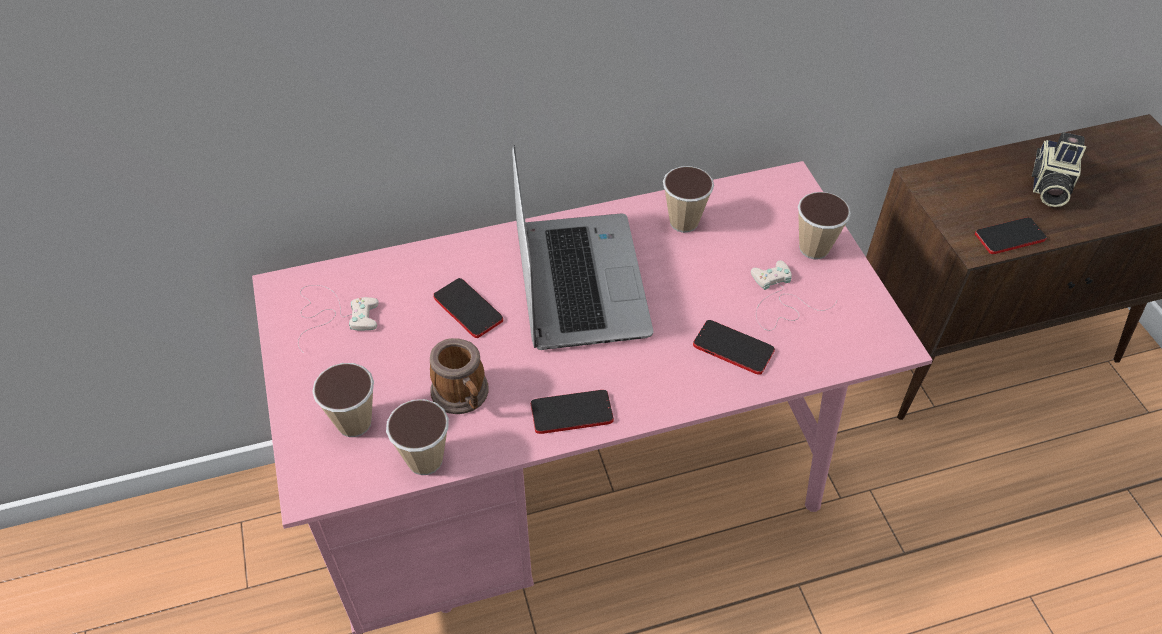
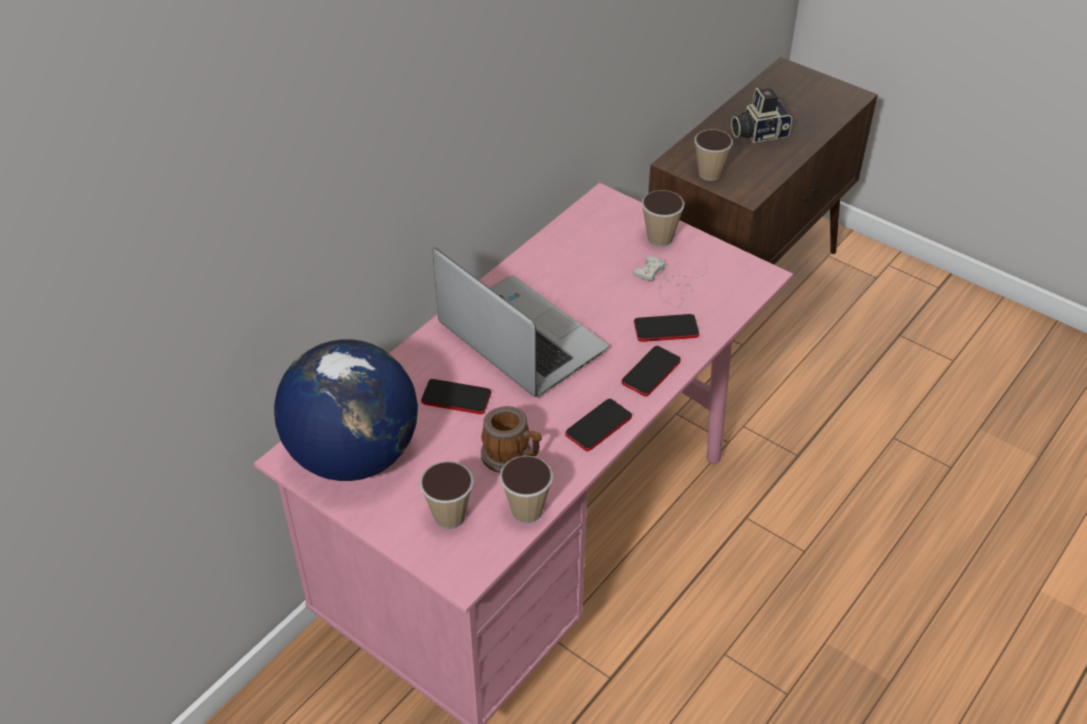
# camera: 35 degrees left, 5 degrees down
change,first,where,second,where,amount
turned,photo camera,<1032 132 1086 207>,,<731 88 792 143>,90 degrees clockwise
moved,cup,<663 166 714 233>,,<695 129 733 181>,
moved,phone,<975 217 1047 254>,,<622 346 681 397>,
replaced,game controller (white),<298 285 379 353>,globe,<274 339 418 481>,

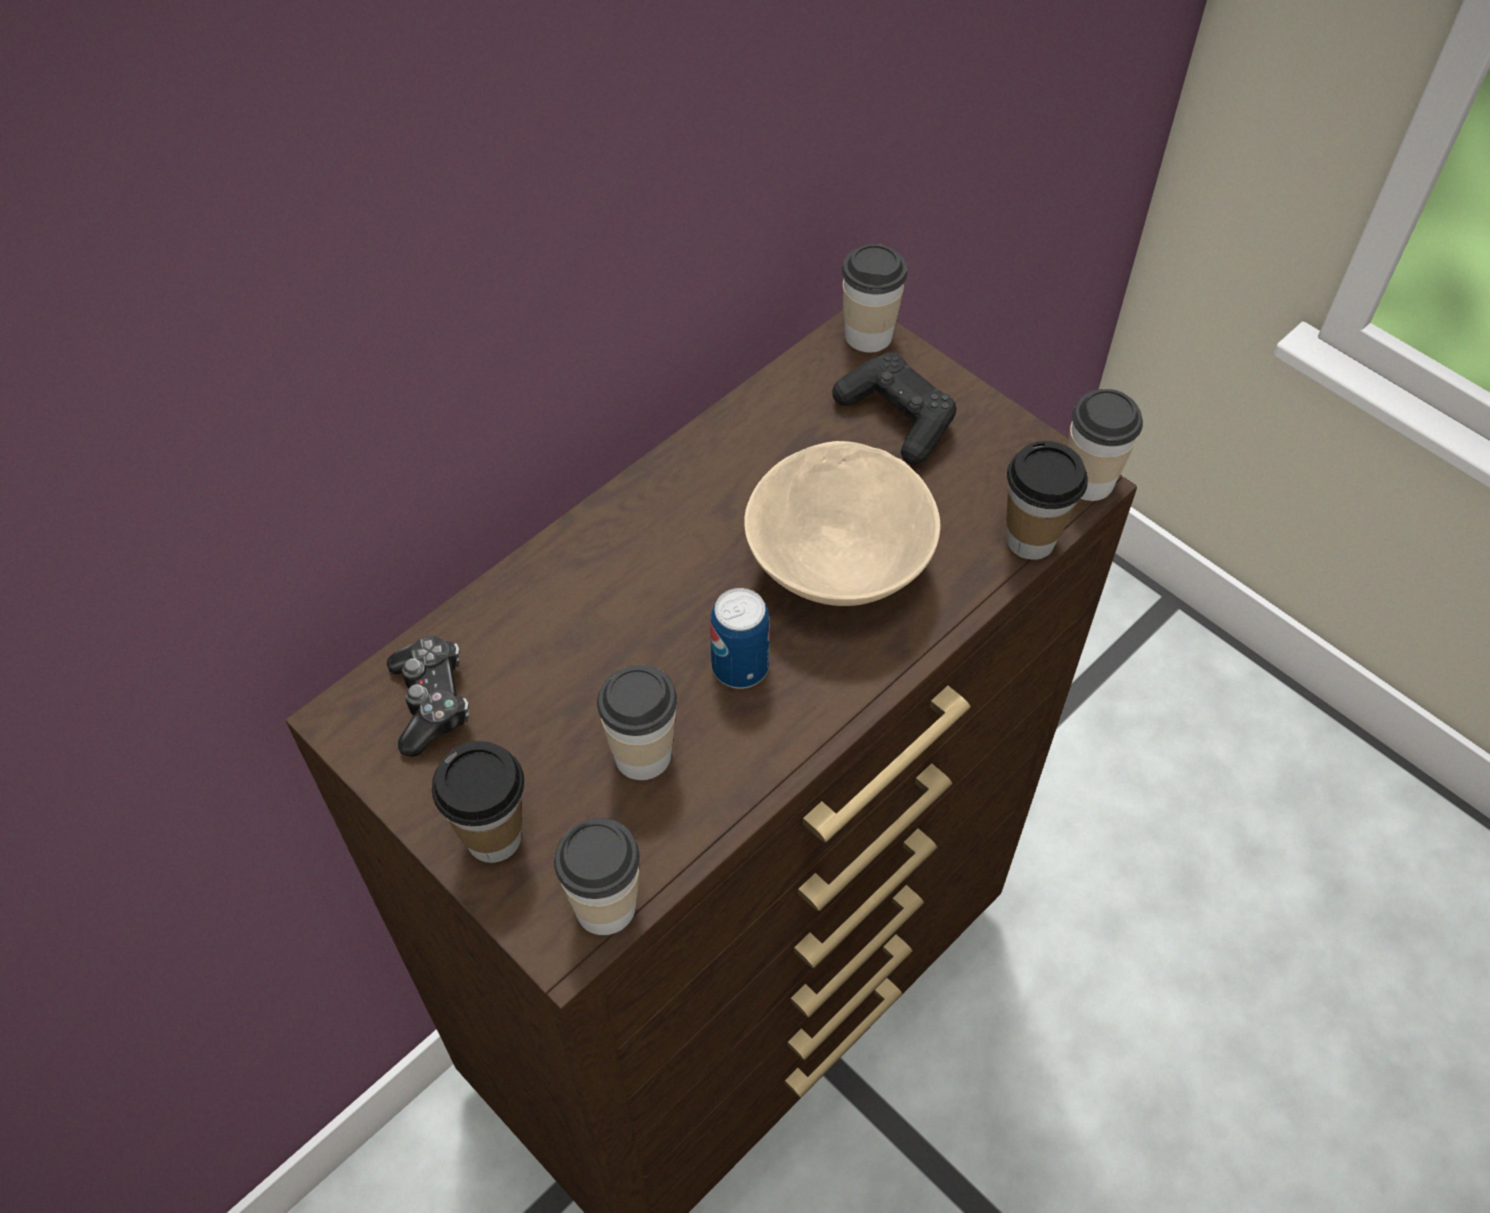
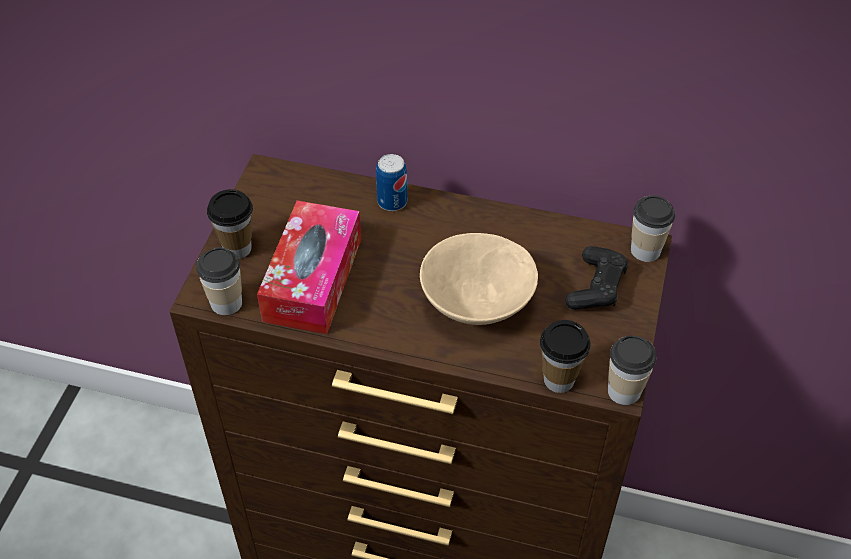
# camera: 60 degrees right, 5 degrees down
change,first,where,second,where,amount
moved,can,<710 588 770 689>,,<376 154 407 211>,
removed,game controller,<387 636 469 757>,,,
replaced,cup,<597 665 677 780>,tissue box,<257 200 361 334>,

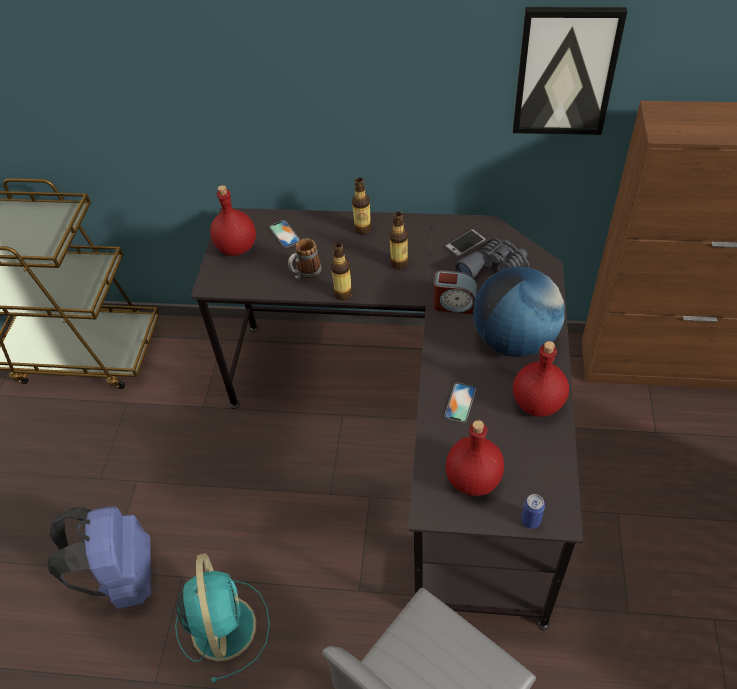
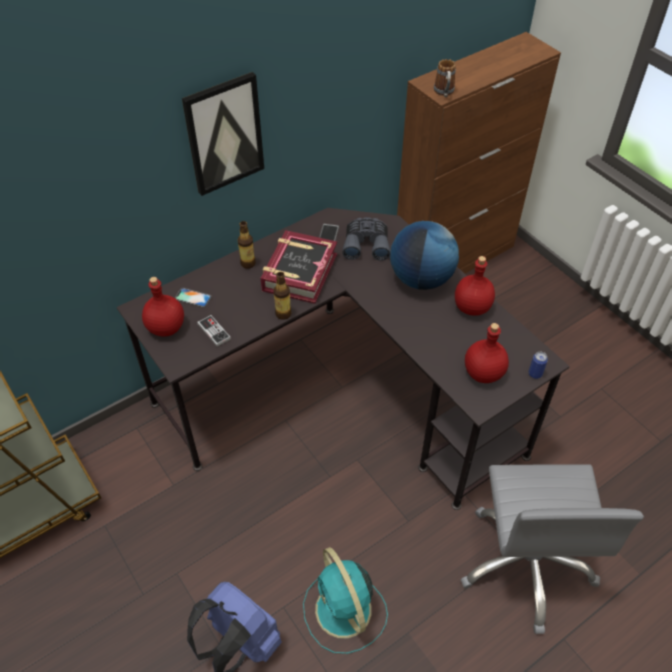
# camera: 45 degrees left, 0 degrees up
change,first,where,second,where,amount
moved,picture,<513 7 627 135>,,<182 72 264 196>,
replaced,bottle,<389 212 409 270>,book,<261 230 337 304>,
moved,mug,<288 238 322 280>,,<434 59 456 97>,
removed,alarm clock,<433 270 477 314>,,,
removed,phone,<444 382 476 423>,,,
turned,fan (turquoise),<175 553 270 683>,,<303 547 388 654>,150 degrees counterclockwise
added,,,game controller,<197 315 231 347>,

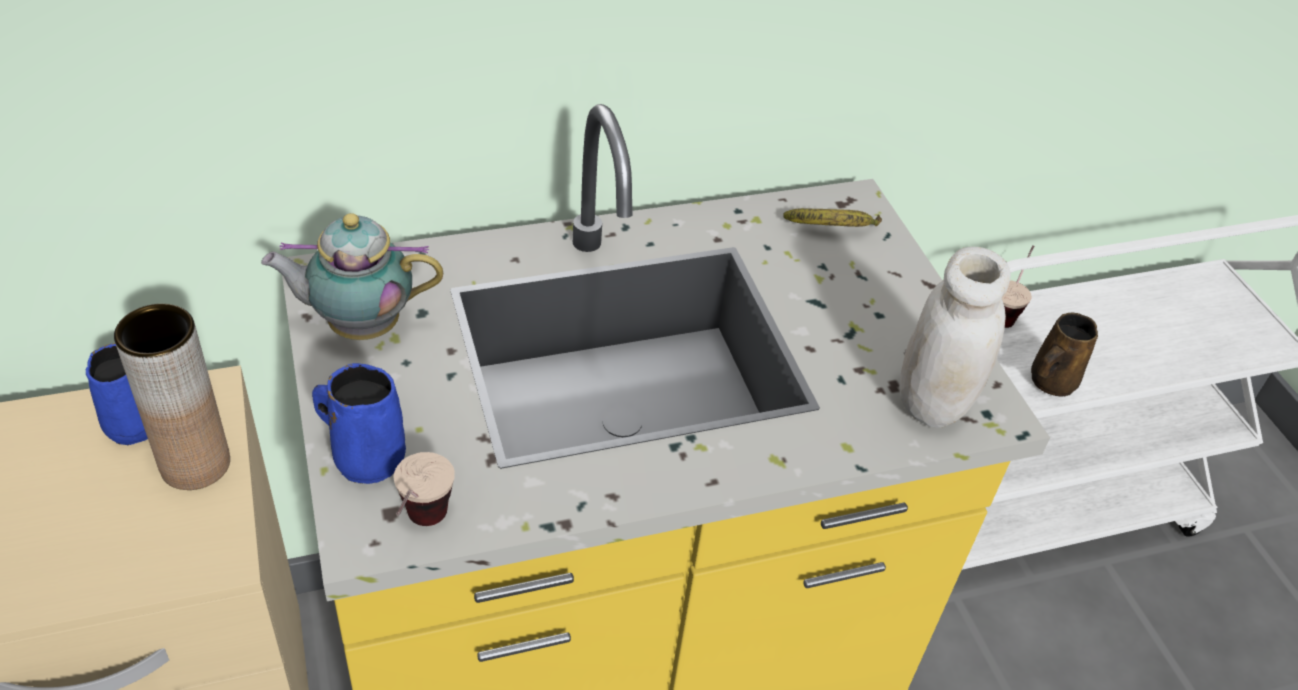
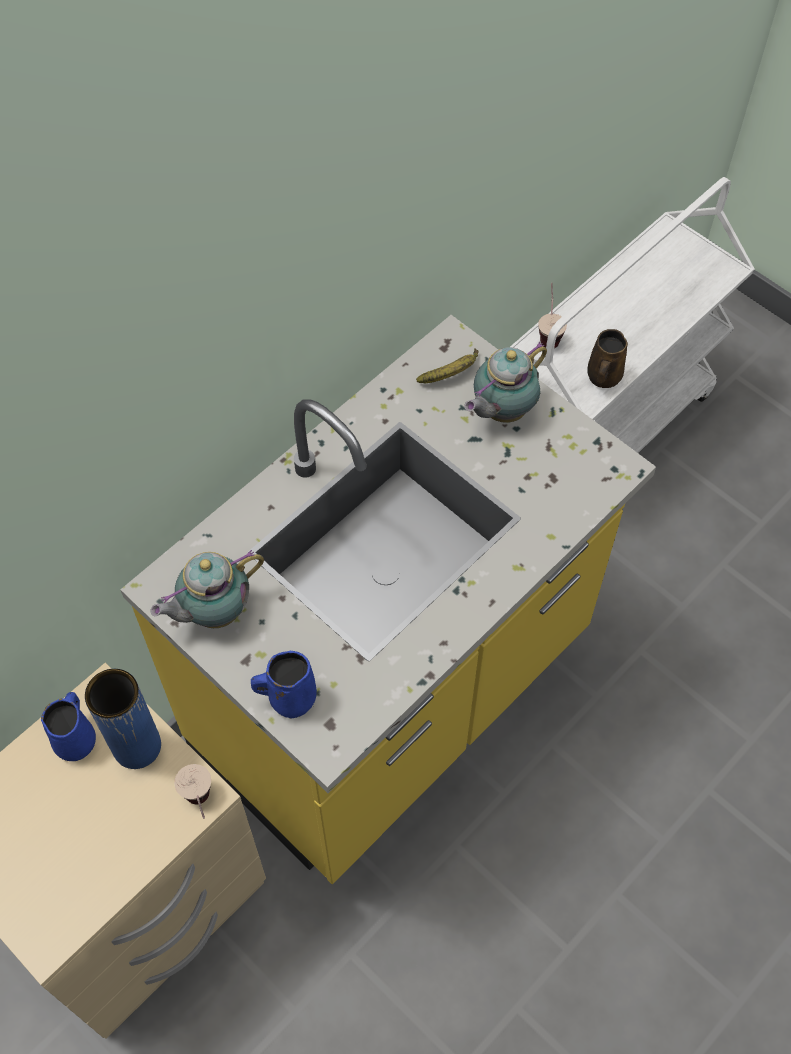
# camera: 25 degrees left, 15 degrees up
change,first,where,second,where,amount
removed,jar (white),<899 247 1011 428>,,,
recoloured,vase (brown),<114 304 230 490>,vase (blue),<85 669 161 769>,
moved,cup,<393 452 455 526>,,<175 764 211 819>,
added,,,teapot,<464 342 547 423>,

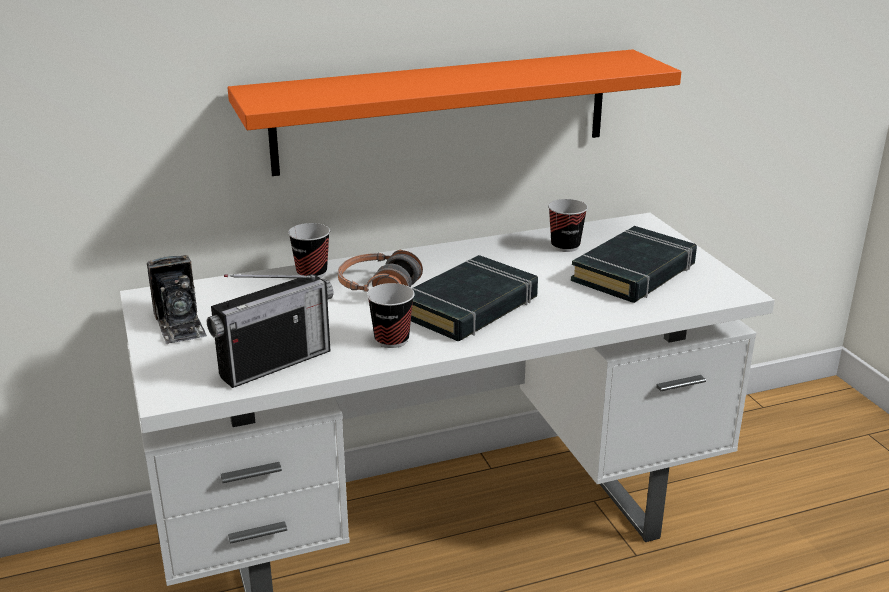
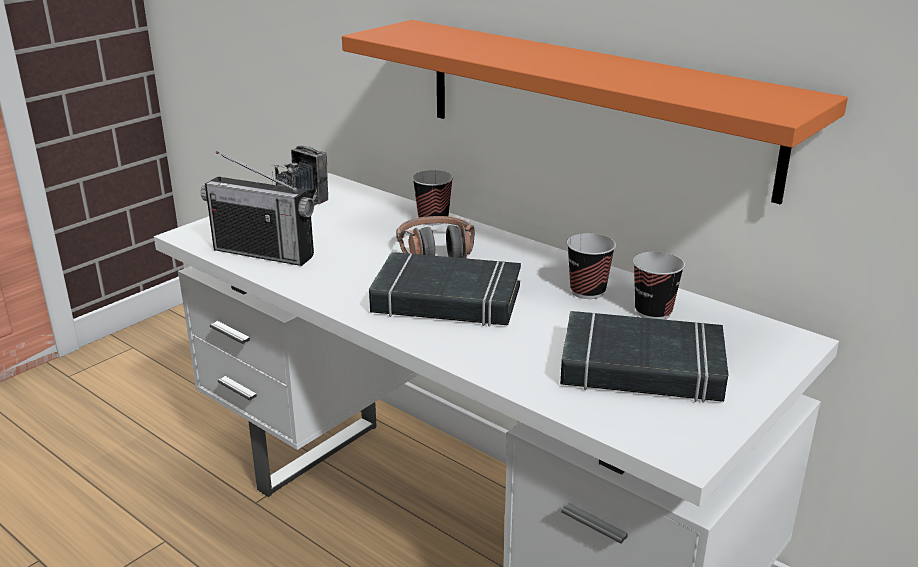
# camera: 60 degrees right, 0 degrees up
change,first,where,second,where,amount
moved,cup,<367 283 415 348>,,<567 233 616 299>,

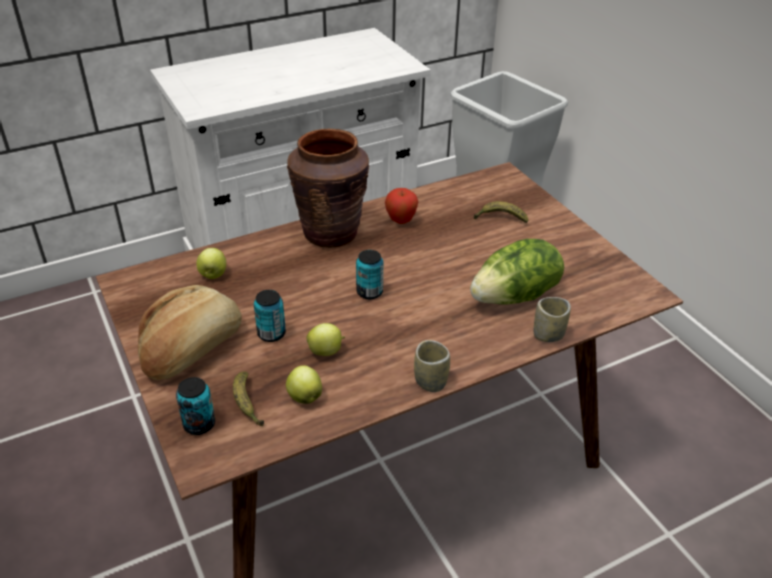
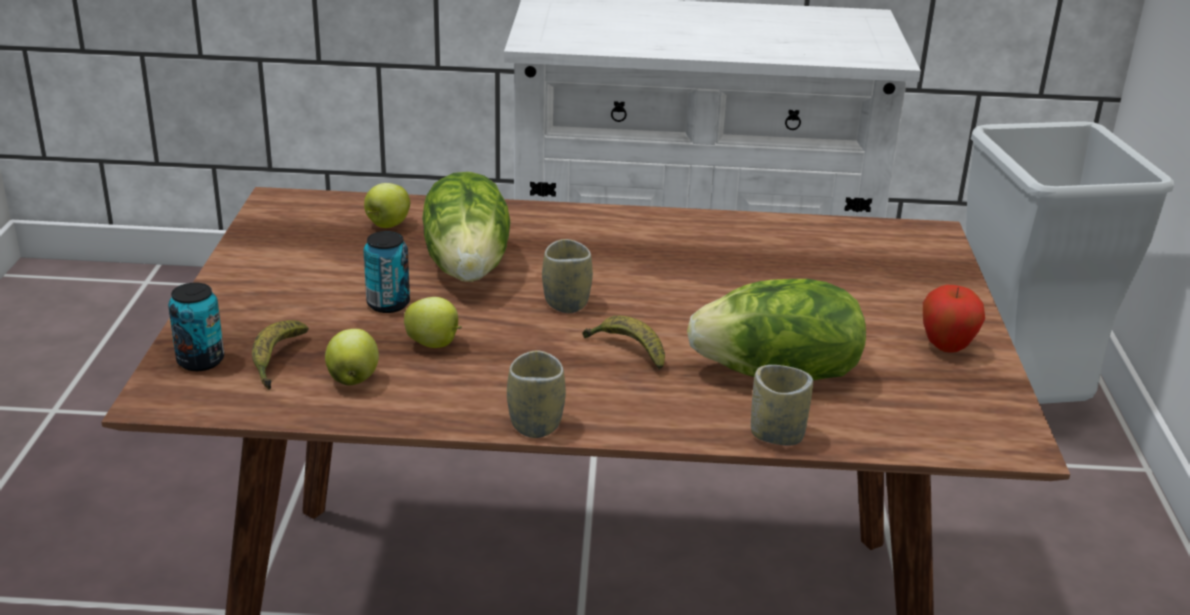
# camera: 30 degrees right, 10 degrees down
change,first,where,second,where,amount
removed,vase (brown),<287 129 369 248>,,,
moved,apple,<385 188 418 224>,,<923 285 985 353>,
moved,banana,<474 201 528 223>,,<582 316 665 370>,
replaced,can,<356 250 383 299>,cup,<542 239 593 313>,
removed,bread,<138 285 242 380>,,,
added,,,lettuce,<422 172 510 282>,

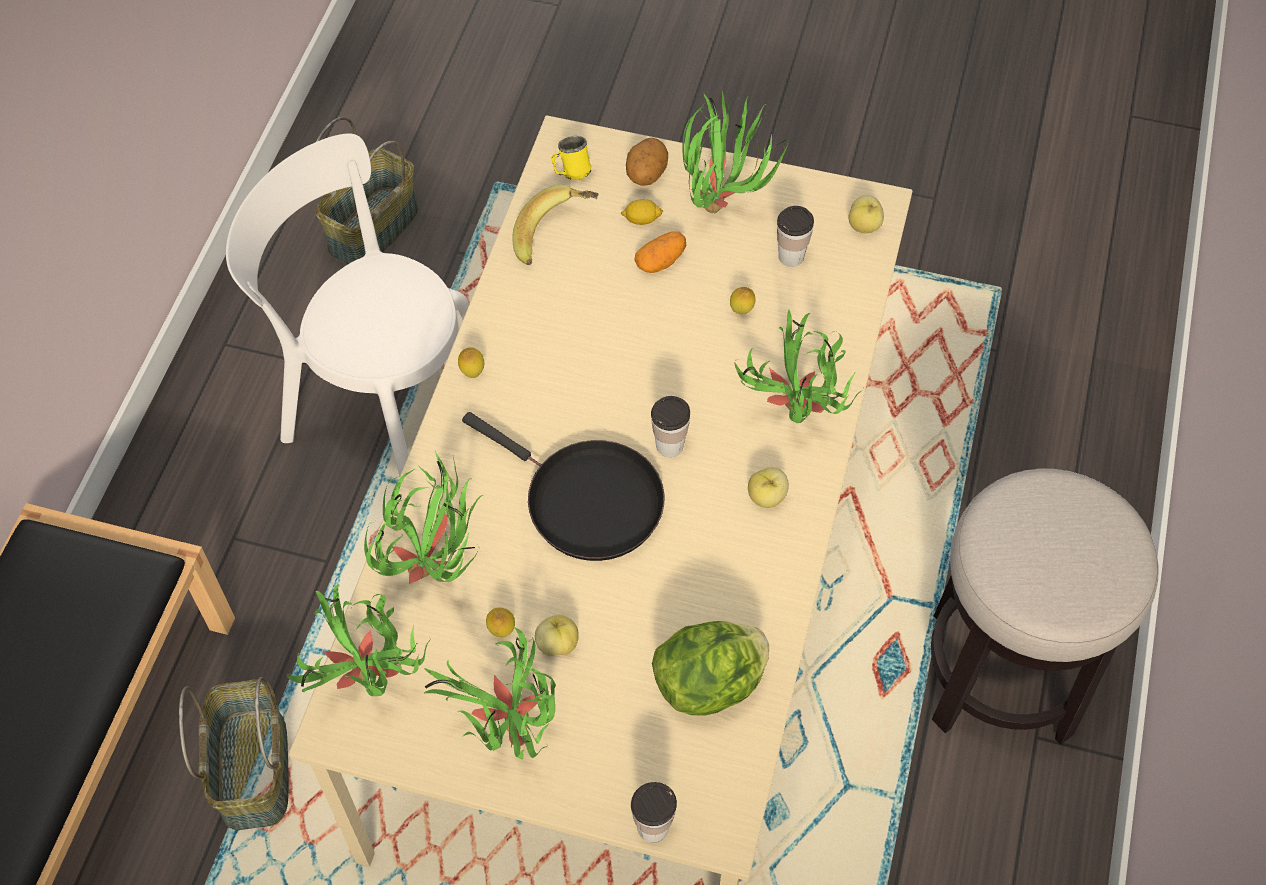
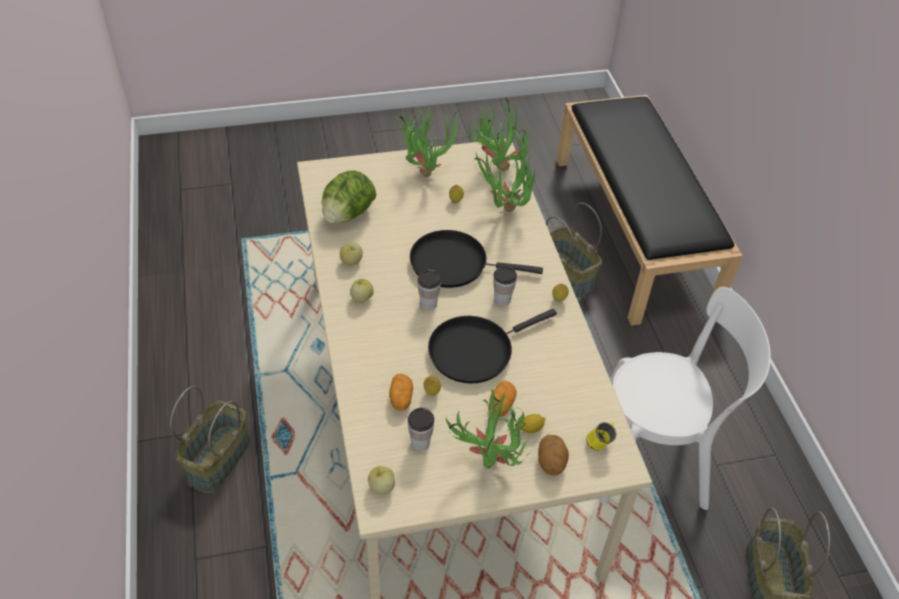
# camera: 150 degrees right, 10 degrees down
change,first,where,second,where,amount
removed,banana,<512 184 598 265>,,,
removed,potted plant,<735 310 864 423>,,,
replaced,stool,<931 469 1159 745>,basket,<170 386 250 492>,
moved,apple,<535 615 579 656>,,<340 243 363 266>,
moved,cup,<631 782 677 843>,,<493 266 517 306>,
added,,,frying pan (black),<428 309 557 384>,
added,,,potato,<389 374 413 411>,

